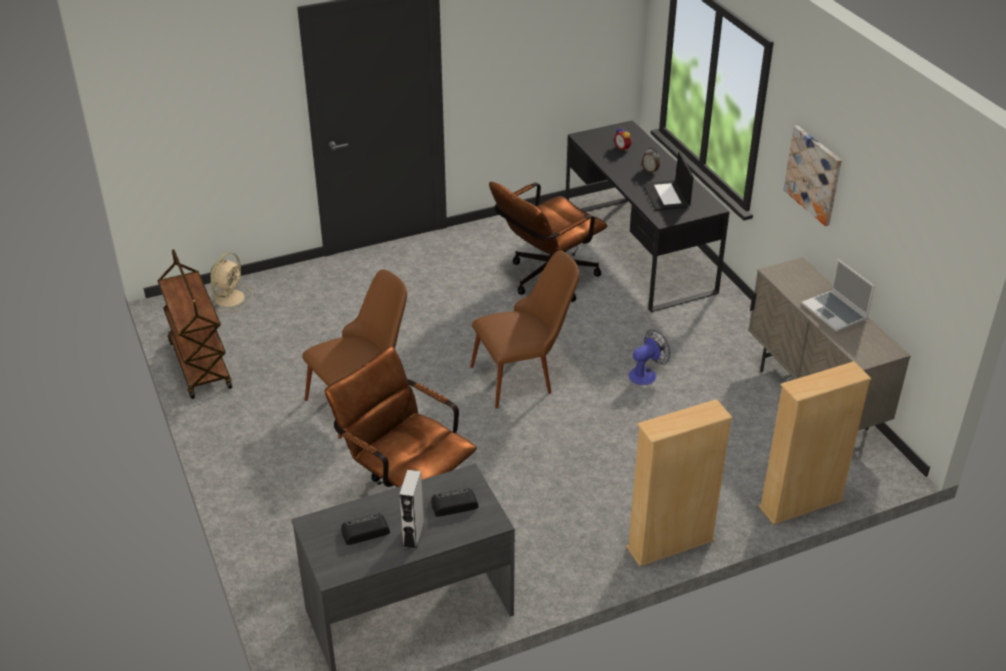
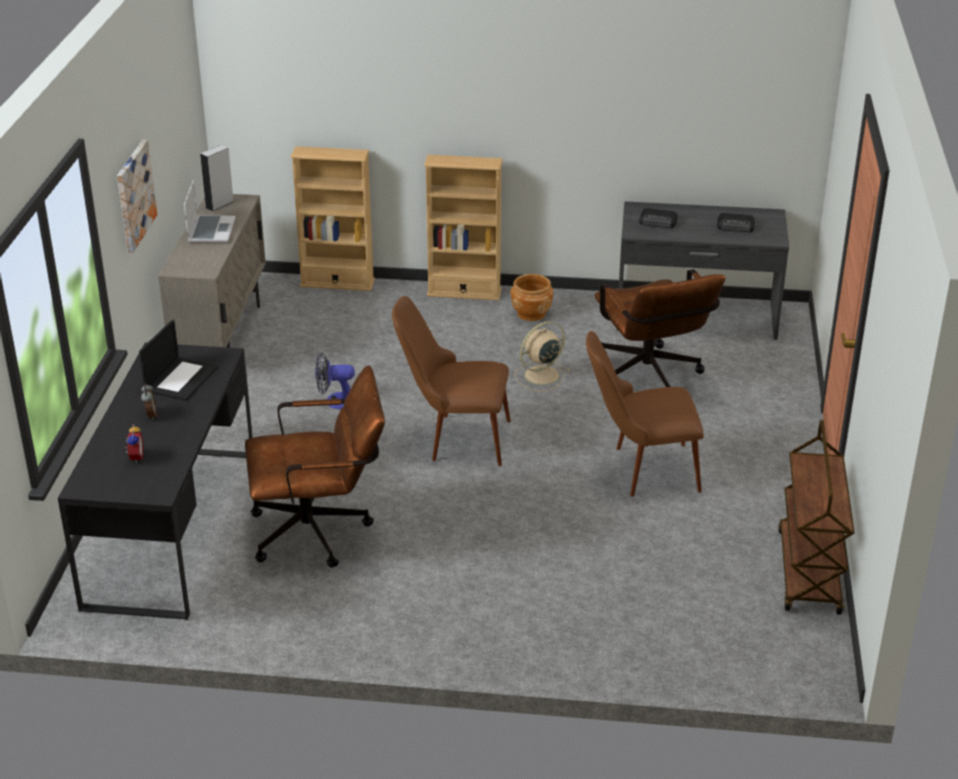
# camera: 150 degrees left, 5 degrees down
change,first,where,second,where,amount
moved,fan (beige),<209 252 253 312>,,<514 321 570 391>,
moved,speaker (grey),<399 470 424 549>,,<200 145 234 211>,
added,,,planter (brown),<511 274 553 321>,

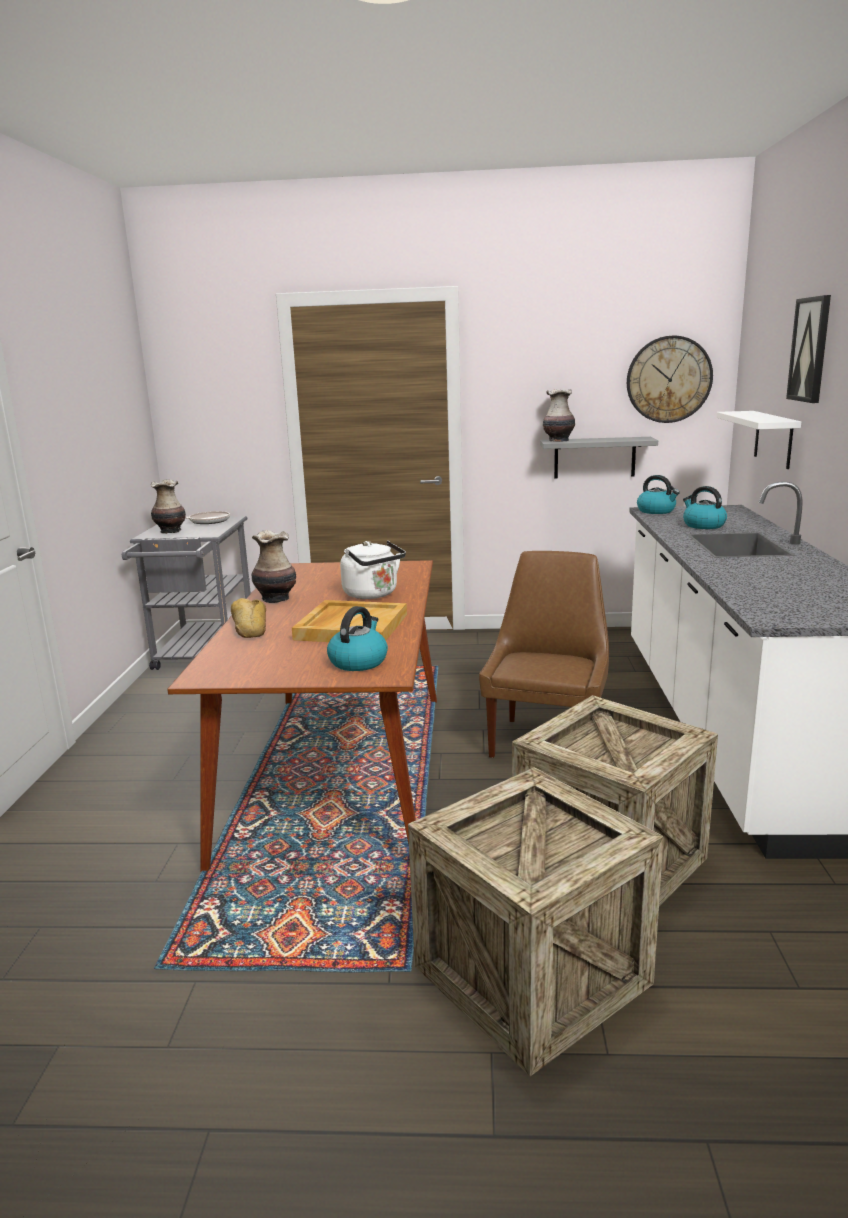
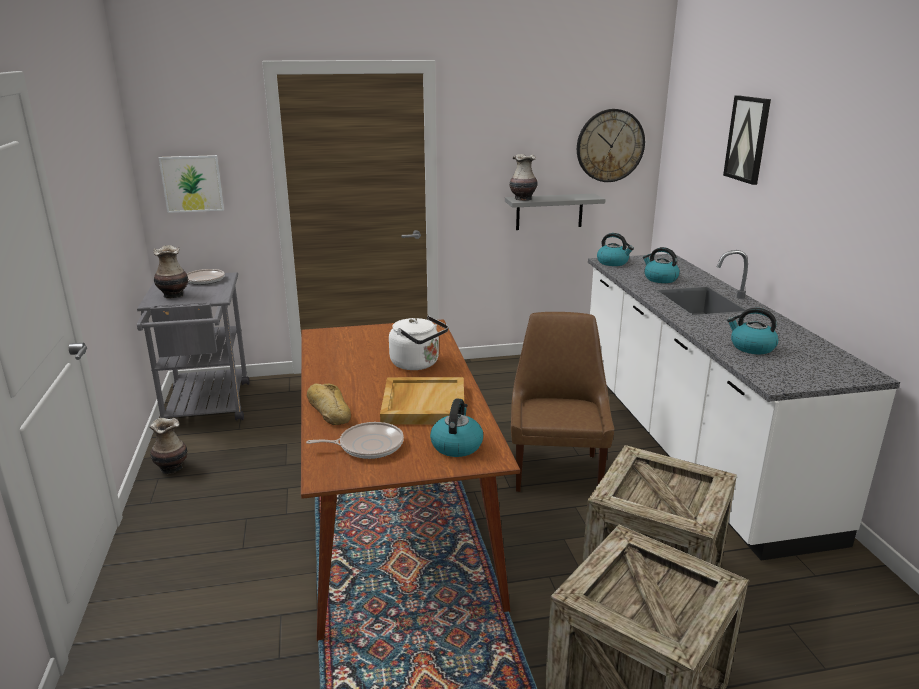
# camera: 15 degrees left, 5 degrees up
change,first,where,second,where,amount
removed,shelf (white),<717 411 801 469>,,,
moved,vase,<252 530 296 603>,,<149 418 187 474>,
added,,,picture,<159 155 224 213>,
added,,,kettle,<727 308 778 354>,
added,,,frying pan,<306 422 404 459>,

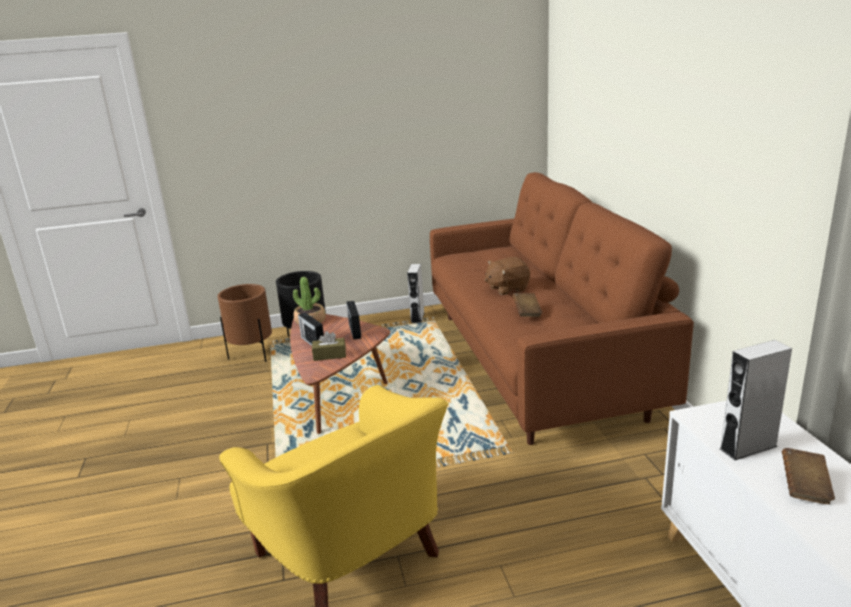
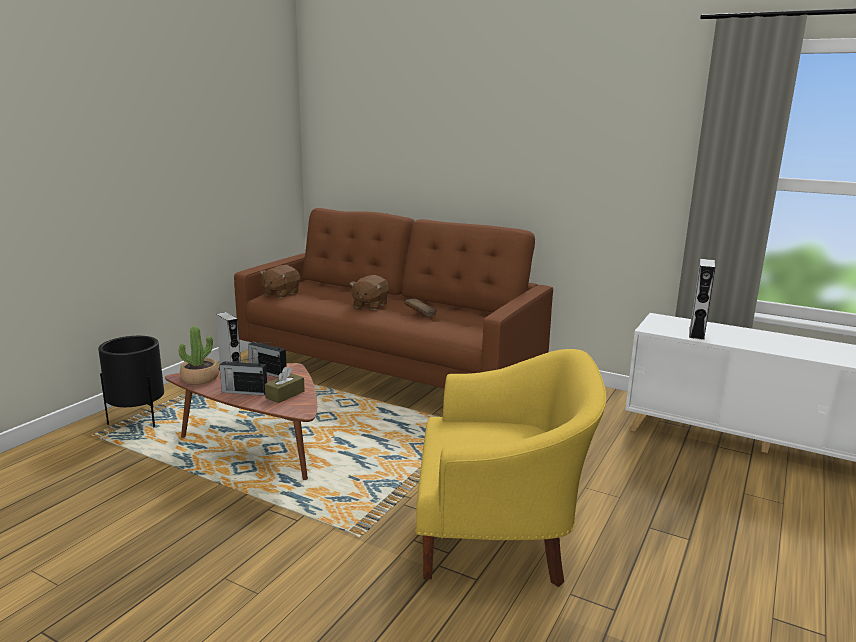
# camera: 50 degrees left, 5 degrees down
change,first,where,second,where,amount
removed,planter (brown),<218 284 272 362>,,,
removed,book (brown),<782 448 835 504>,,,
added,,,plush toy (brown),<260 265 300 298>,

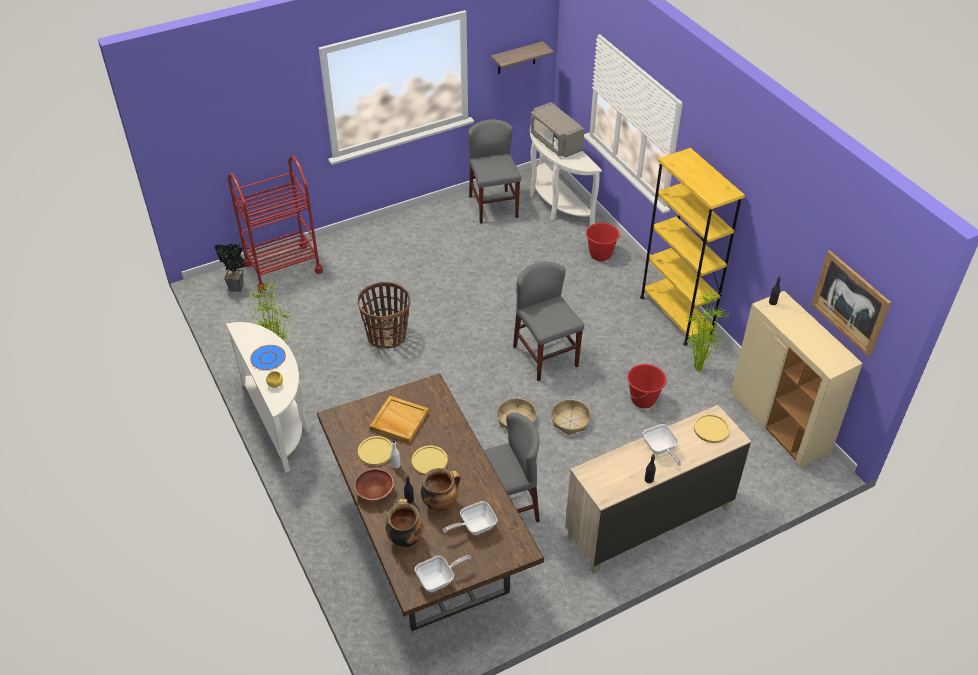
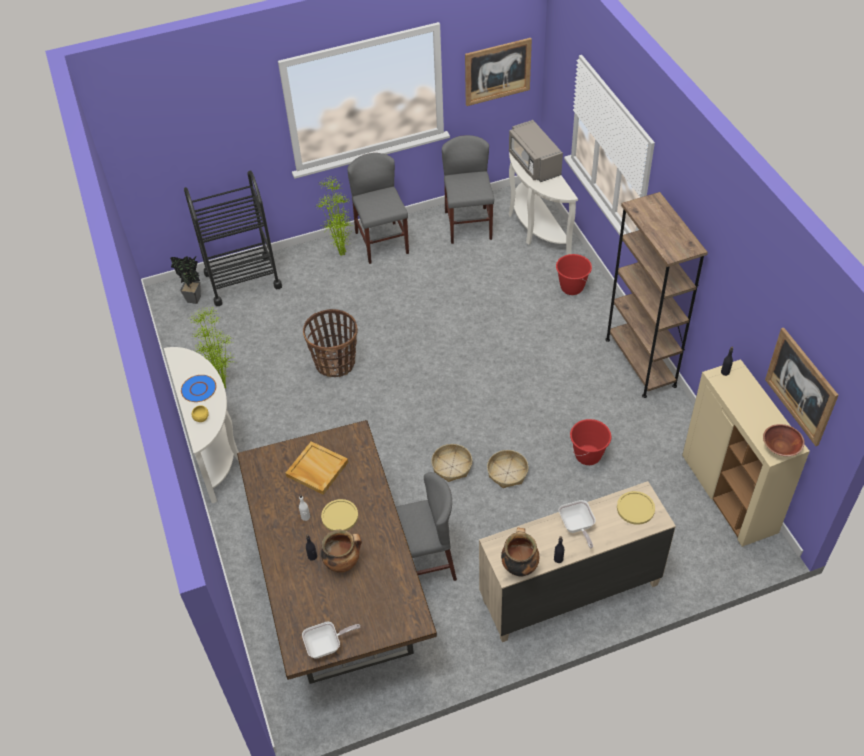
# camera: 10 degrees right, 5 degrees up
change,first,where,second,where,amount
replaced,shelf,<491 41 554 74>,picture,<465 38 532 106>,
recoloured,bookcase (yellow),<640 148 745 346>,bookcase (brown),<605 192 708 398>,
recoloured,cart (red),<228 156 323 293>,cart (black),<184 170 282 306>,
moved,chair (grey),<513 262 584 381>,,<347 153 409 264>,
moved,potted plant,<682 289 726 372>,,<314 177 352 255>,
removed,plate (yellow),<358 436 393 466>,,,
moved,bowl (brown),<354 468 394 500>,,<763 424 805 456>,
moved,cooking pot,<386 498 423 547>,,<501 528 539 576>,
removed,frying pan,<443 501 498 535>,,,

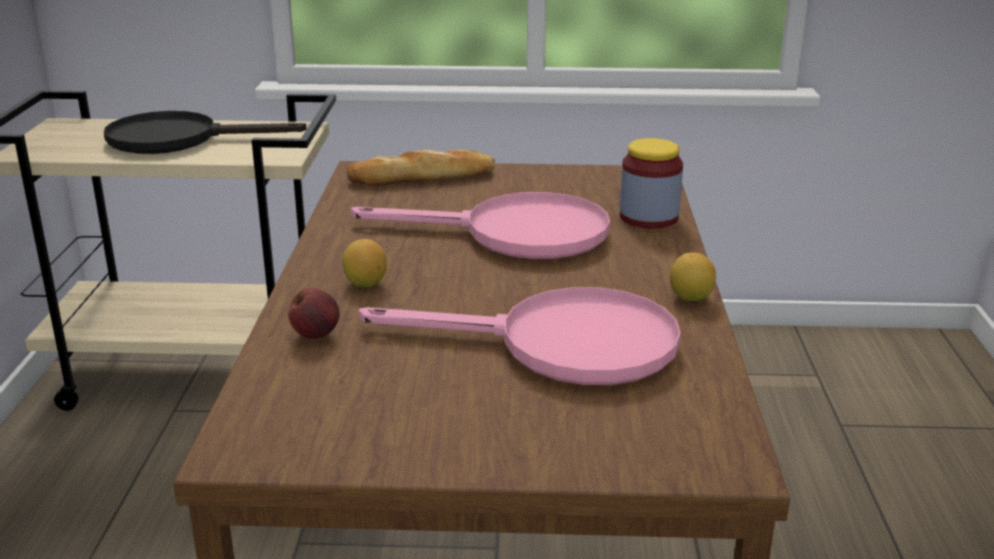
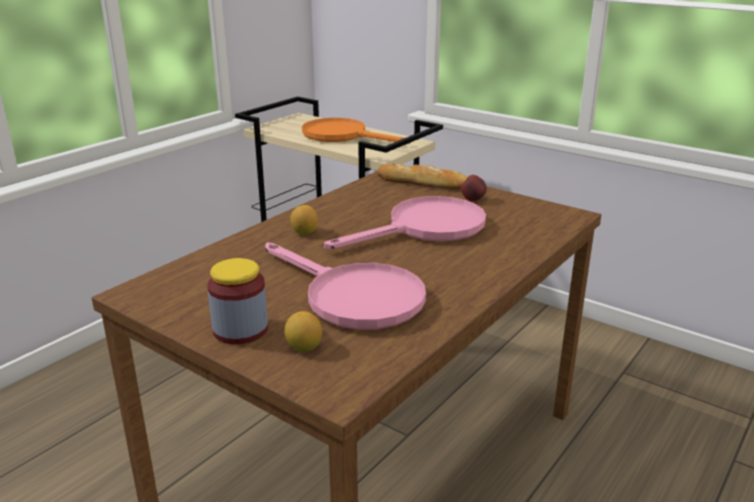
# camera: 35 degrees right, 0 degrees up
change,first,where,second,where,amount
recoloured,frying pan (black),<104 111 307 154>,frying pan (orange),<302 118 411 144>,
moved,jar,<620 138 683 229>,,<207 258 268 344>,
turned,frying pan (pink),<351 192 610 259>,,<324 196 486 250>,75 degrees counterclockwise
moved,lemon,<670 252 716 301>,,<285 311 322 352>,
moved,apple,<288 287 340 339>,,<461 175 487 201>,

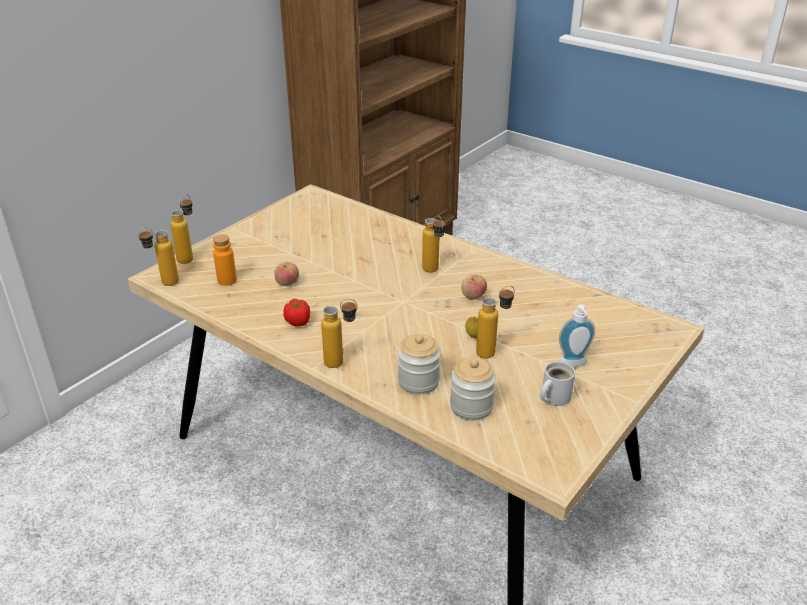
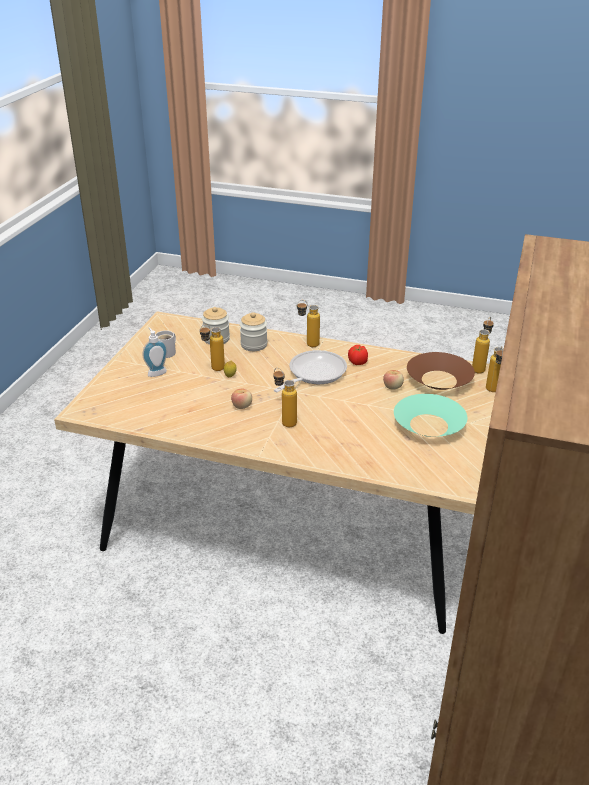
# camera: 160 degrees right, 0 degrees up
change,first,where,second,where,amount
replaced,bottle (orange),<213 234 237 286>,bowl (brown),<407 352 475 390>,
added,,,frying pan,<274 350 347 392>,
added,,,bowl (turquoise),<394 394 467 437>,

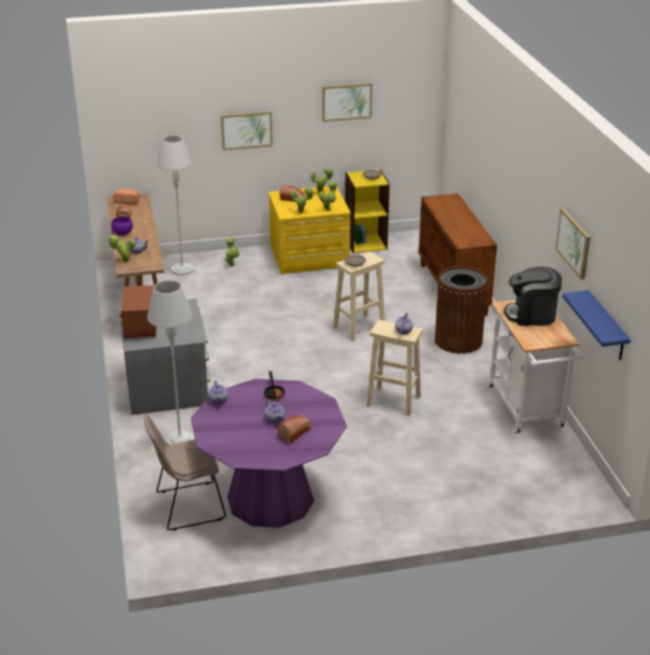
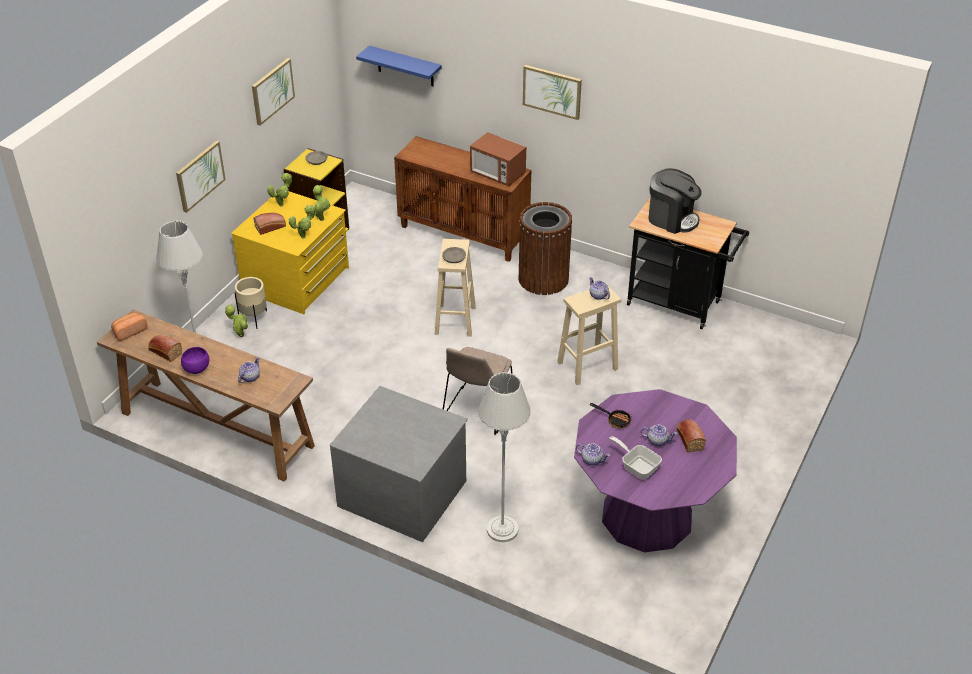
# camera: 50 degrees left, 10 degrees up
change,first,where,second,where,amount
moved,picture,<556 208 590 280>,,<523 65 582 120>,
removed,potted plant,<108 235 136 262>,,,
turned,coffee machine,<504 267 562 326>,,<648 168 702 234>,105 degrees counterclockwise
moved,microwave,<120 285 157 338>,,<470 132 526 186>,
moved,shelf (blue),<562 290 631 360>,,<356 46 442 86>,
recoloured,cart (white),<487 300 584 434>,cart (black),<627 197 749 329>,
moved,chair (beige),<144 414 226 531>,,<443 347 513 435>,
added,,,planter (beige),<235 277 267 329>,
added,,,frying pan,<609 436 662 479>,

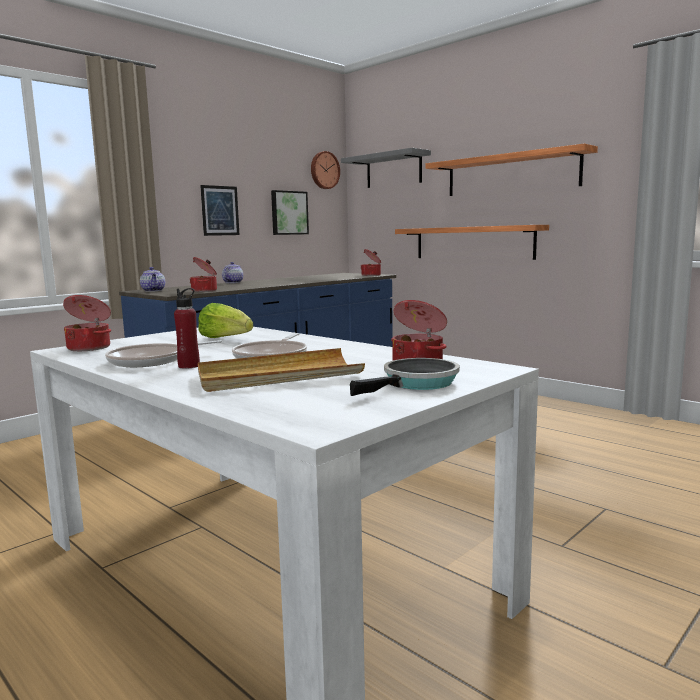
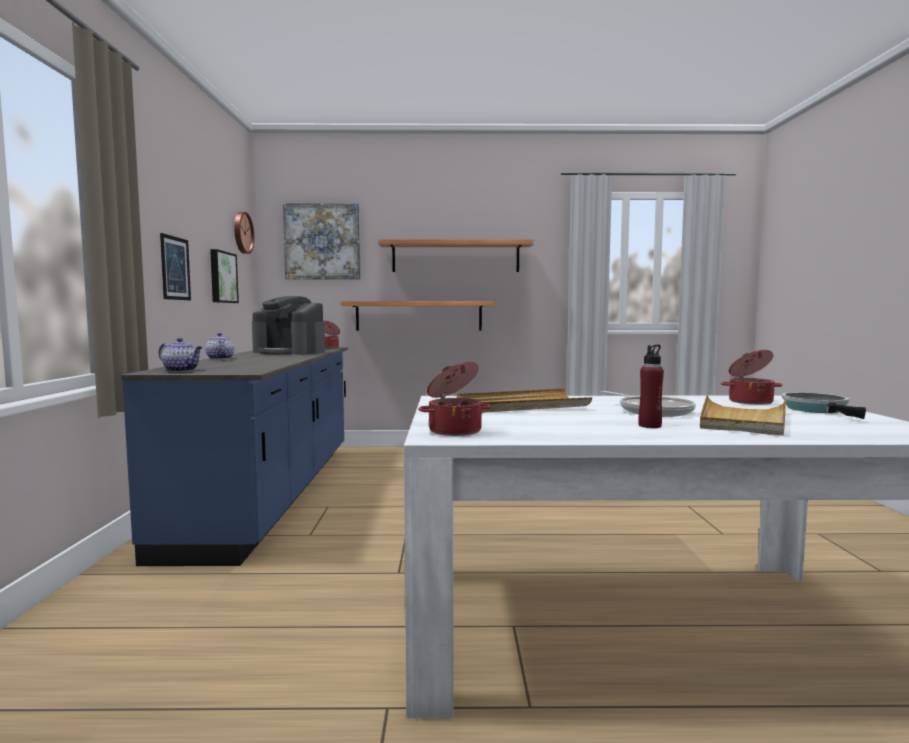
# camera: 45 degrees left, 5 degrees down
change,first,where,second,where,amount
replaced,shelf (grey),<341 148 431 188>,picture,<283 203 360 279>,
removed,cooking pot,<189 257 217 292>,,,
replaced,lettuce,<198 303 253 338>,tray (beige),<457 388 592 413>,
removed,frying pan,<105 340 222 367>,,,
added,,,coffee machine,<252 296 325 355>,

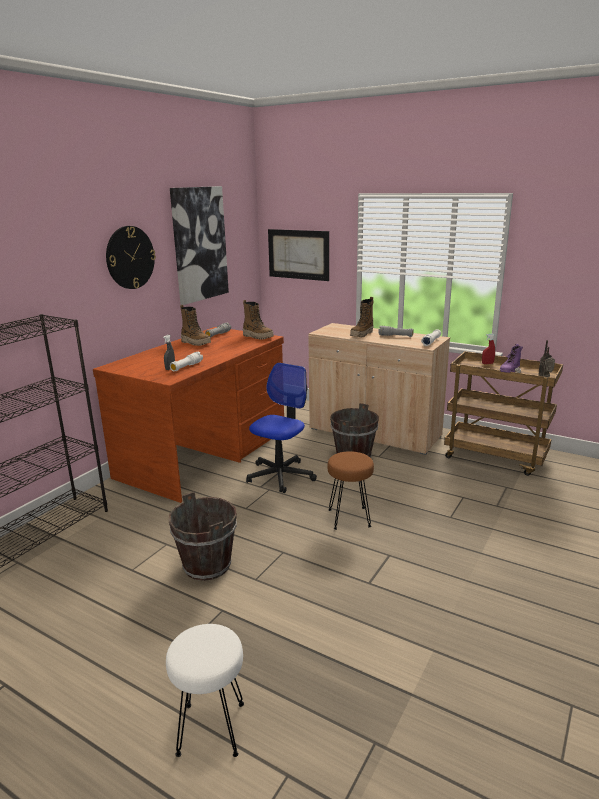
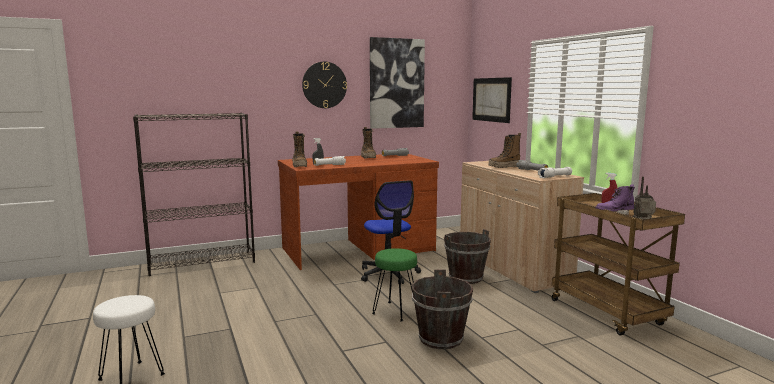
# camera: 35 degrees right, 10 degrees down
change,first,where,second,where,amount
moved,boot,<243 300 274 340>,,<292 132 307 167>,
turned,office chair,<246 363 317 493>,,<361 180 421 284>,90 degrees clockwise
recoloured,stool (brown),<327 451 374 530>,stool (green),<372 248 417 321>,
moved,bucket (brown),<169 492 237 581>,,<412 269 473 349>,

